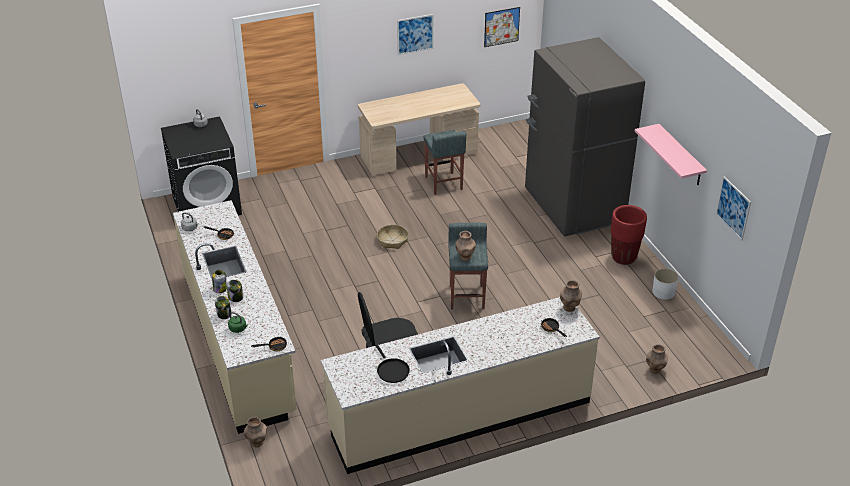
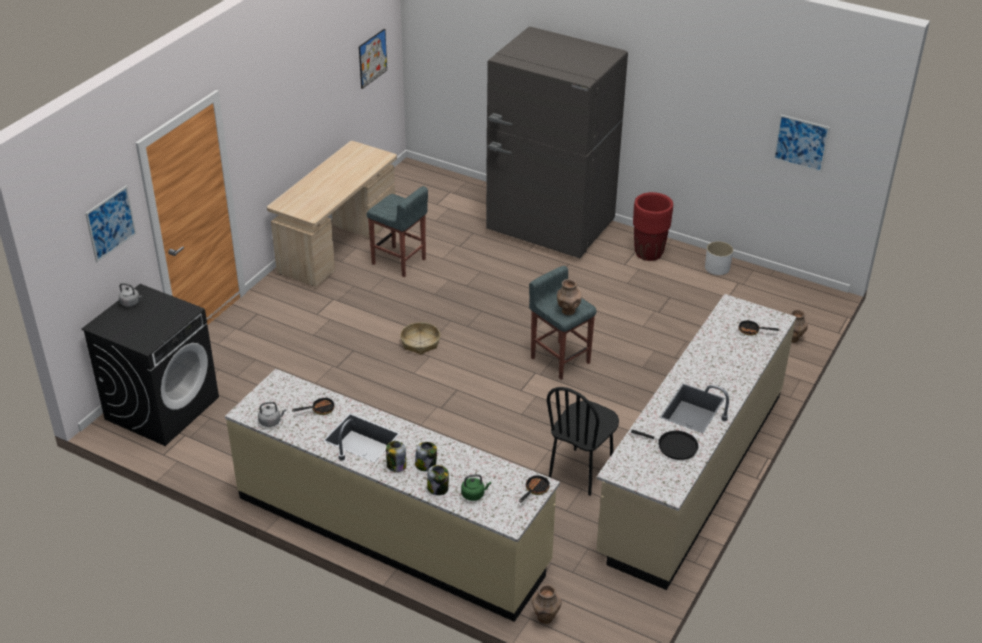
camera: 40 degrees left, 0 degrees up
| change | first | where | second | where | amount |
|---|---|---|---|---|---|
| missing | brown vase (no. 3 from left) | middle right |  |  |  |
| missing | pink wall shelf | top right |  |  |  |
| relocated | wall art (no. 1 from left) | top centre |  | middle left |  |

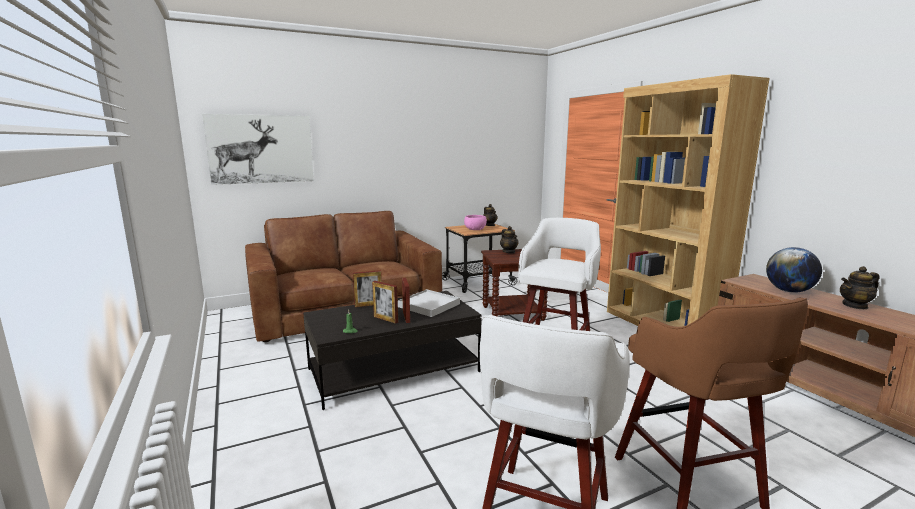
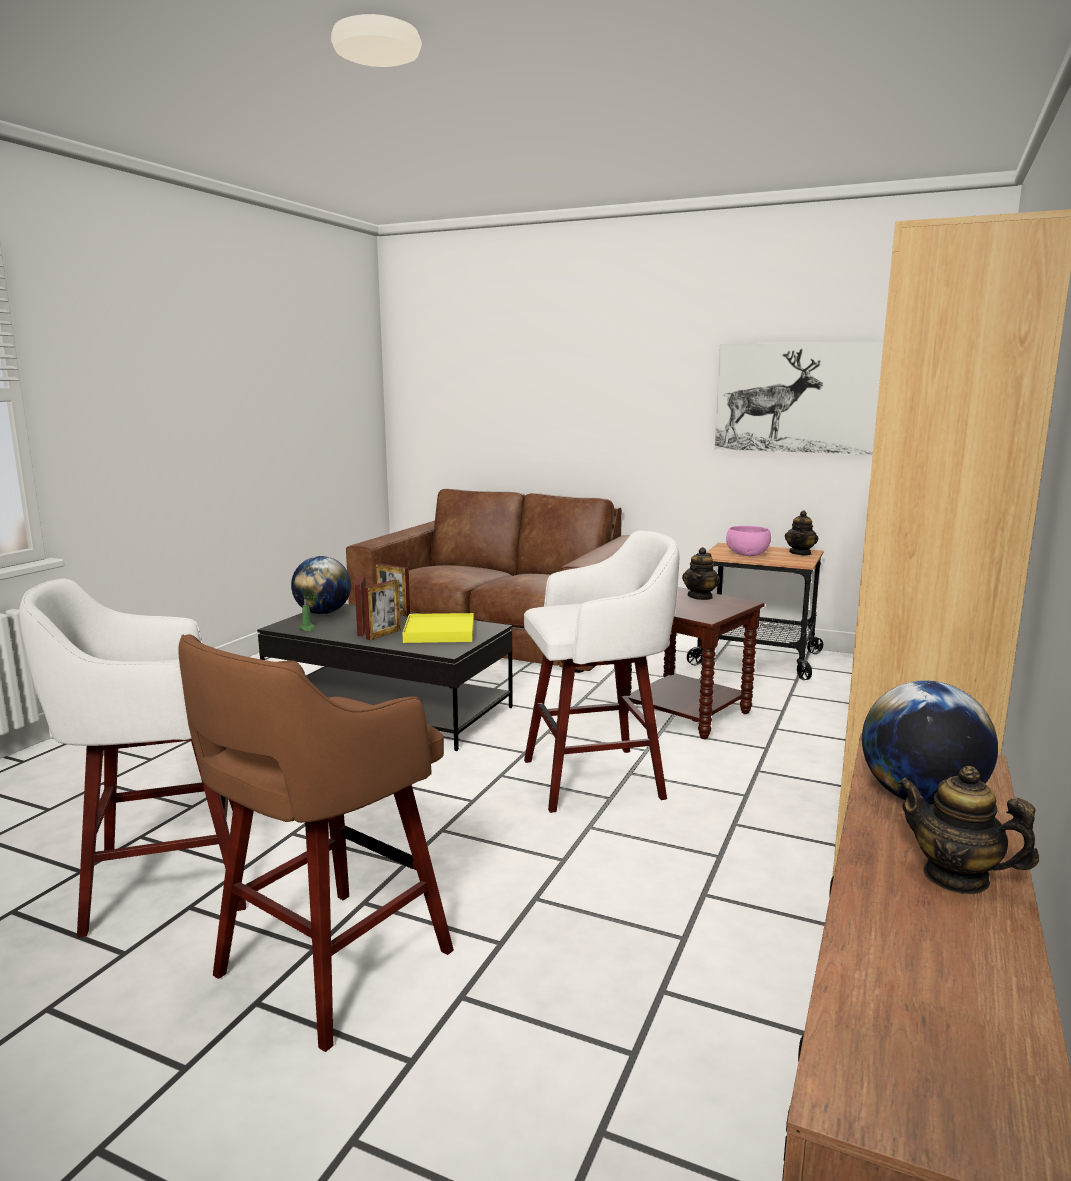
camera: 50 degrees right, 0 degrees up
| change | first | where | second | where | amount |
|---|---|---|---|---|---|
| appeared |  |  | globe (no. 1 from left) | middle left |  |
| relocated | wall art | top left |  | middle right |  |
| colour | white-coloured serving tray | centre | yellowish serving tray | centre |  |

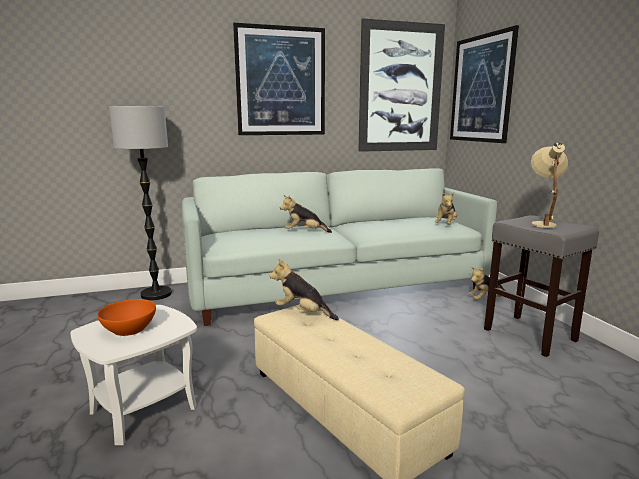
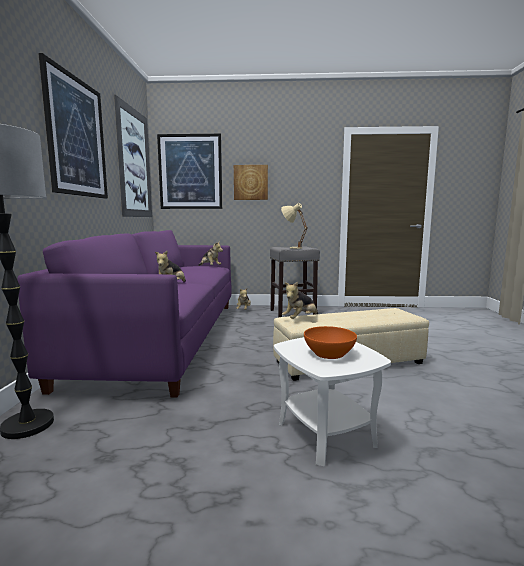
camera: 70 degrees left, 5 degrees down
| change | first | where | second | where | amount |
|---|---|---|---|---|---|
| appeared |  |  | wall art (no. 4 from left) | top centre |  |
| colour | white-coloured couch | centre | purplish couch | middle left |  |

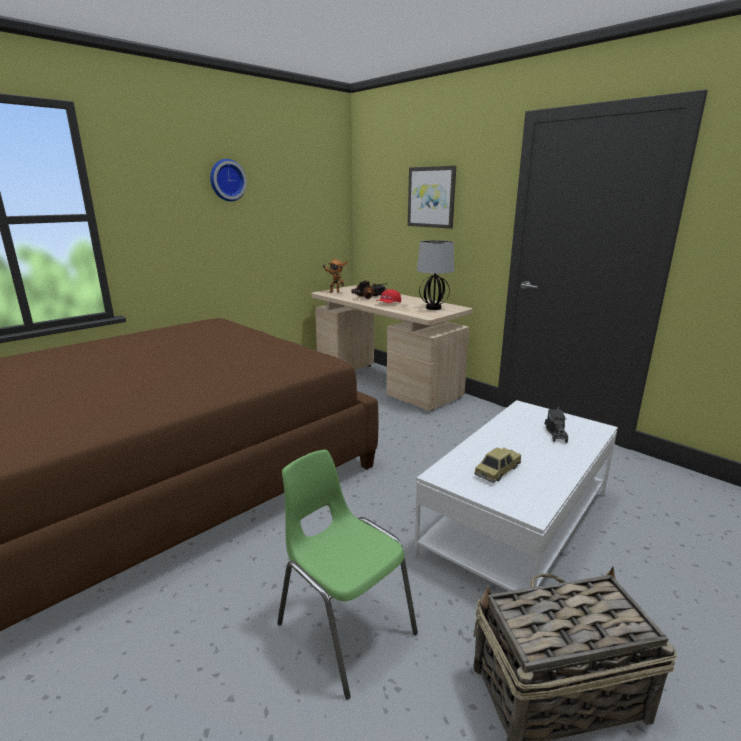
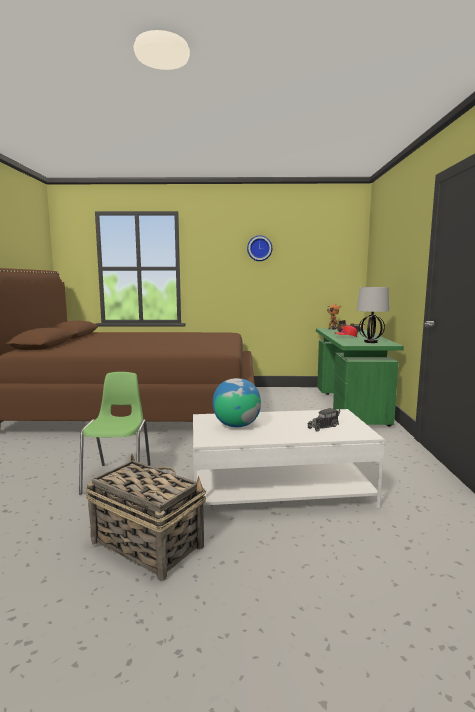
camera: 45 degrees right, 10 degrees down
| change | first | where | second | where | amount |
|---|---|---|---|---|---|
| missing | wall art | top centre |  |  |  |
| exchanged | miniature car | middle right | globe | centre |  |
| colour | sand-coloured desk table | centre | green desk table | middle right |  |

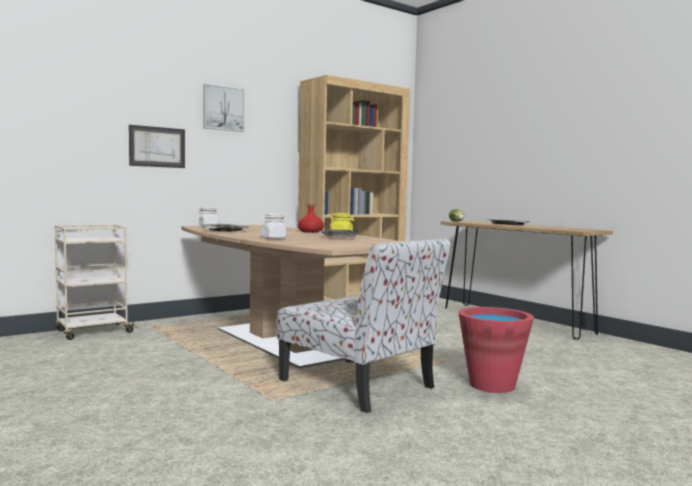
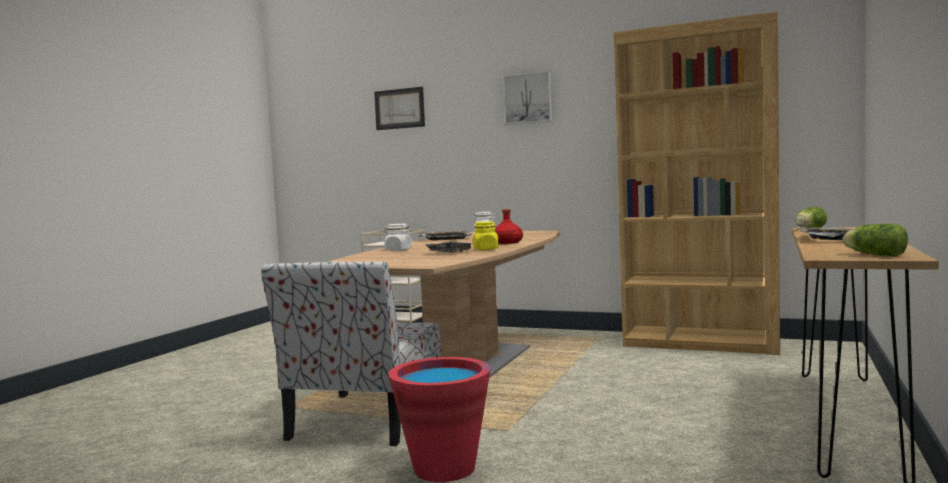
camera: 60 degrees right, 0 degrees up
| change | first | where | second | where | amount |
|---|---|---|---|---|---|
| appeared |  |  | head of lettuce (no. 2 from left) | middle right |  |
| relocated | wall art (no. 1 from left) | top left |  | top centre |  |

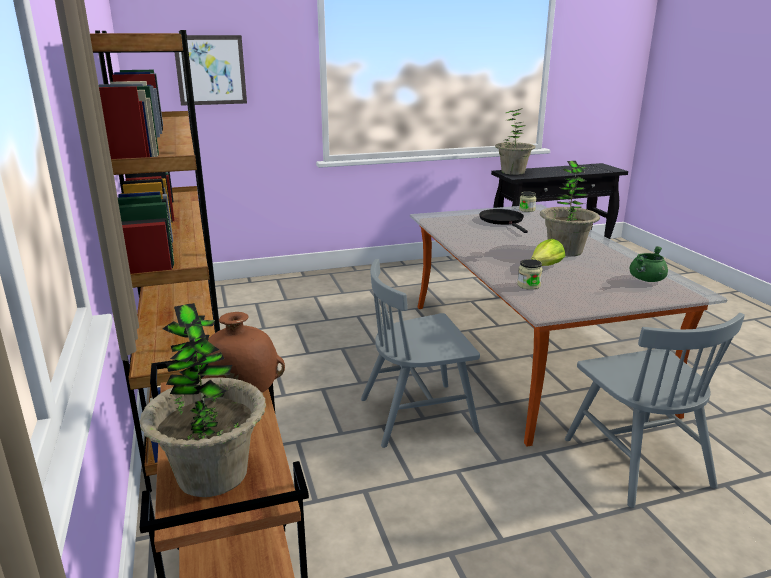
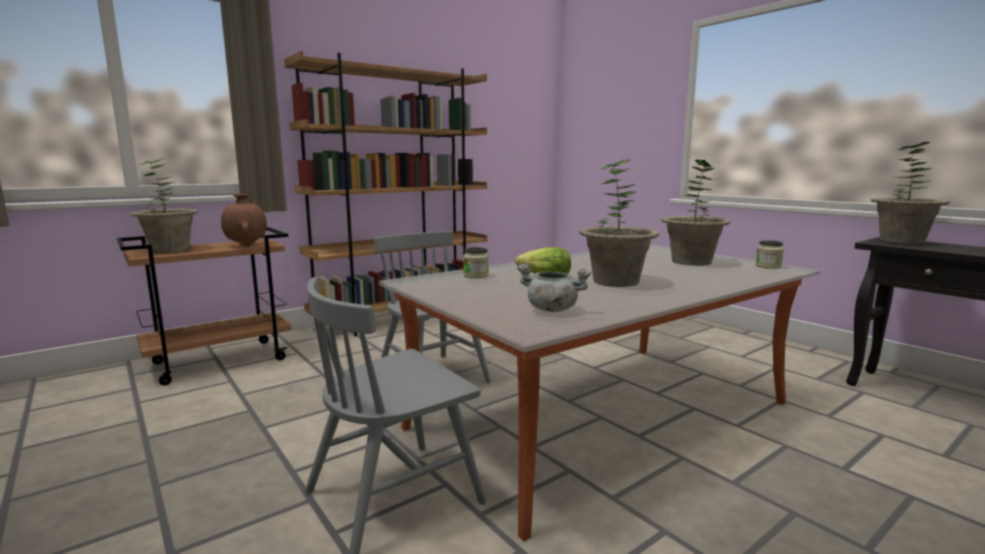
camera: 70 degrees right, 10 degrees down
| change | first | where | second | where | amount |
|---|---|---|---|---|---|
| missing | wall art | top left |  |  |  |
| exchanged | blackish frying pan | centre | houseplant (no. 3 from left) | middle right |  |
| colour | green stockpot | middle right | greyish stockpot | centre |  |

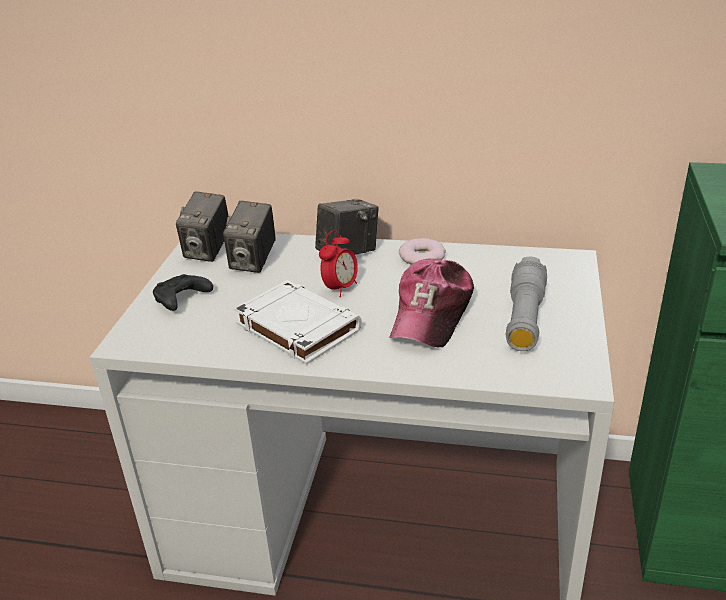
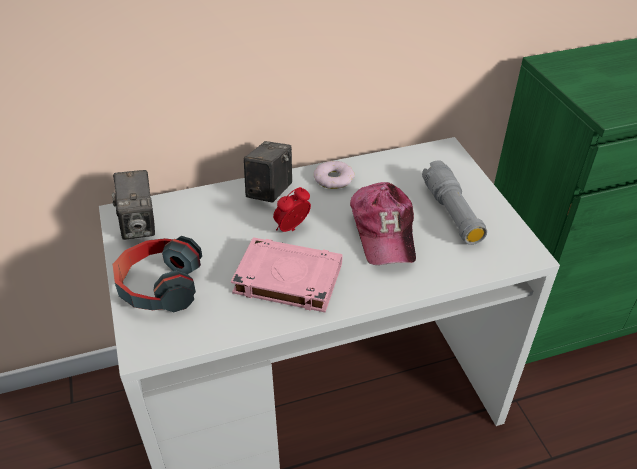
camera: 30 degrees left, 10 degrees up
| change | first | where | second | where | amount |
|---|---|---|---|---|---|
| missing | photo camera (no. 2 from left) | centre |  |  |  |
| exchanged | blackish game controller | middle left | pair of headphones | middle left |  |
| colour | white-coloured book | centre | pink book | centre |  |
| spun | alarm clock | centre |  | centre | 135 degrees counterclockwise |

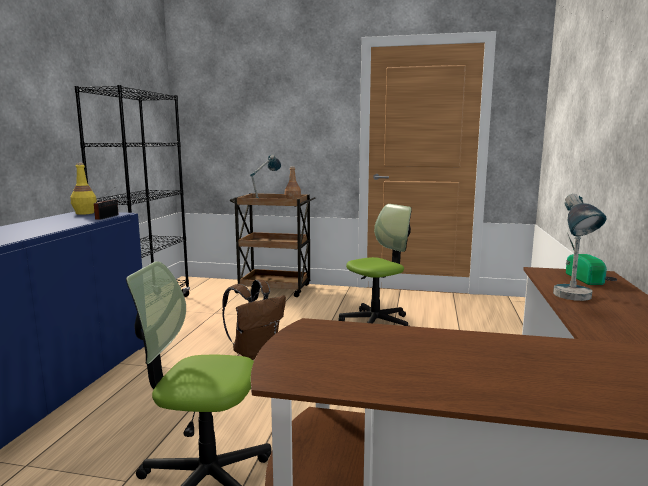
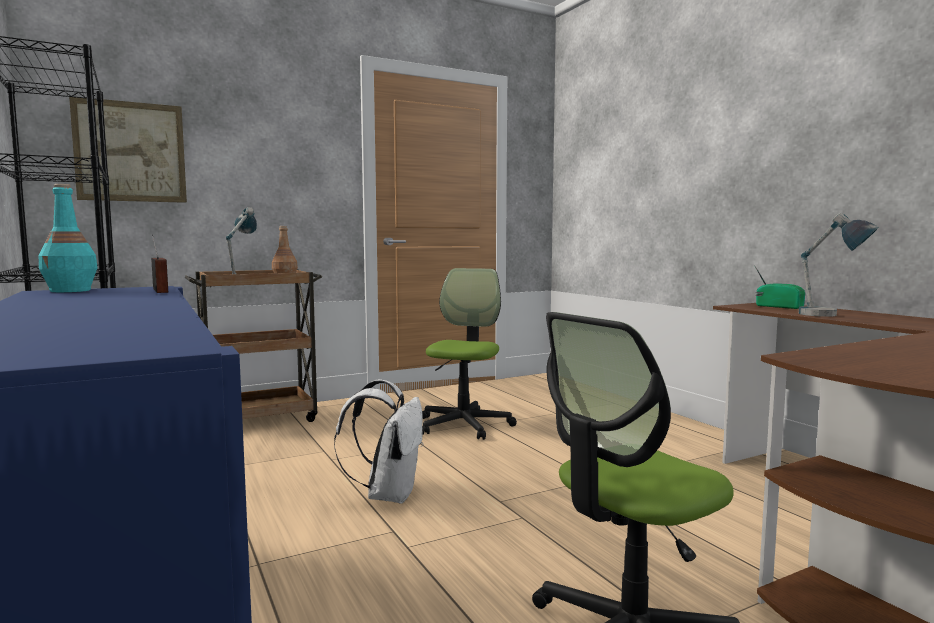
camera: 40 degrees left, 5 degrees down
| change | first | where | second | where | amount |
|---|---|---|---|---|---|
| appeared |  |  | wall art | top left |  |
| colour | yellowish bottle | middle left | turquoise-coloured bottle | middle left |  |
| colour | brown backpack | centre | white-coloured backpack | bottom centre |  |

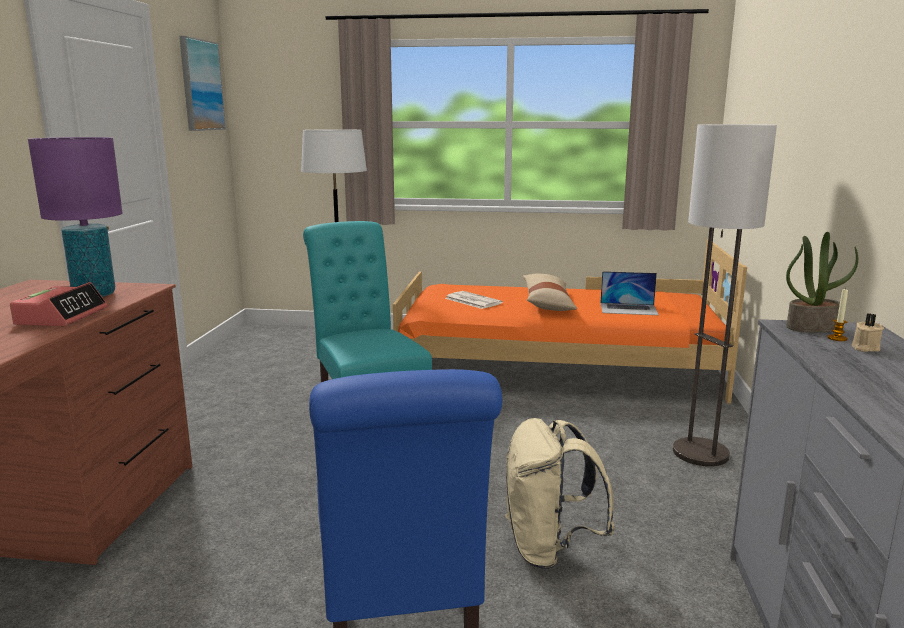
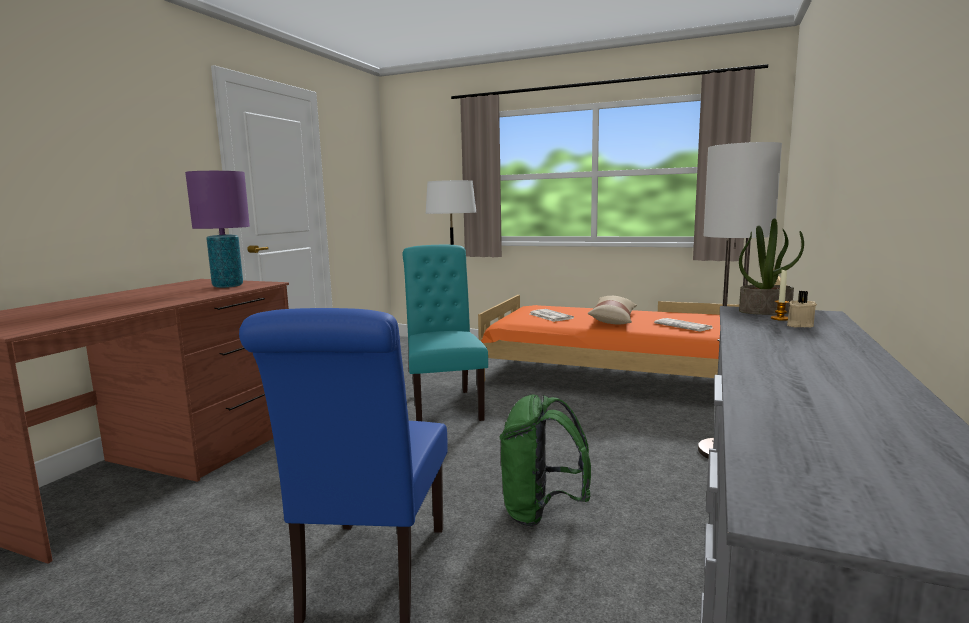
camera: 15 degrees right, 5 degrees down
| change | first | where | second | where | amount |
|---|---|---|---|---|---|
| missing | alarm clock | middle left |  |  |  |
| missing | wall art | top left |  |  |  |
| exchanged | portable computer | middle right | printed paper (no. 2 from left) | middle right |  |
| colour | sand-coloured backpack | bottom centre | green backpack | bottom centre |  |

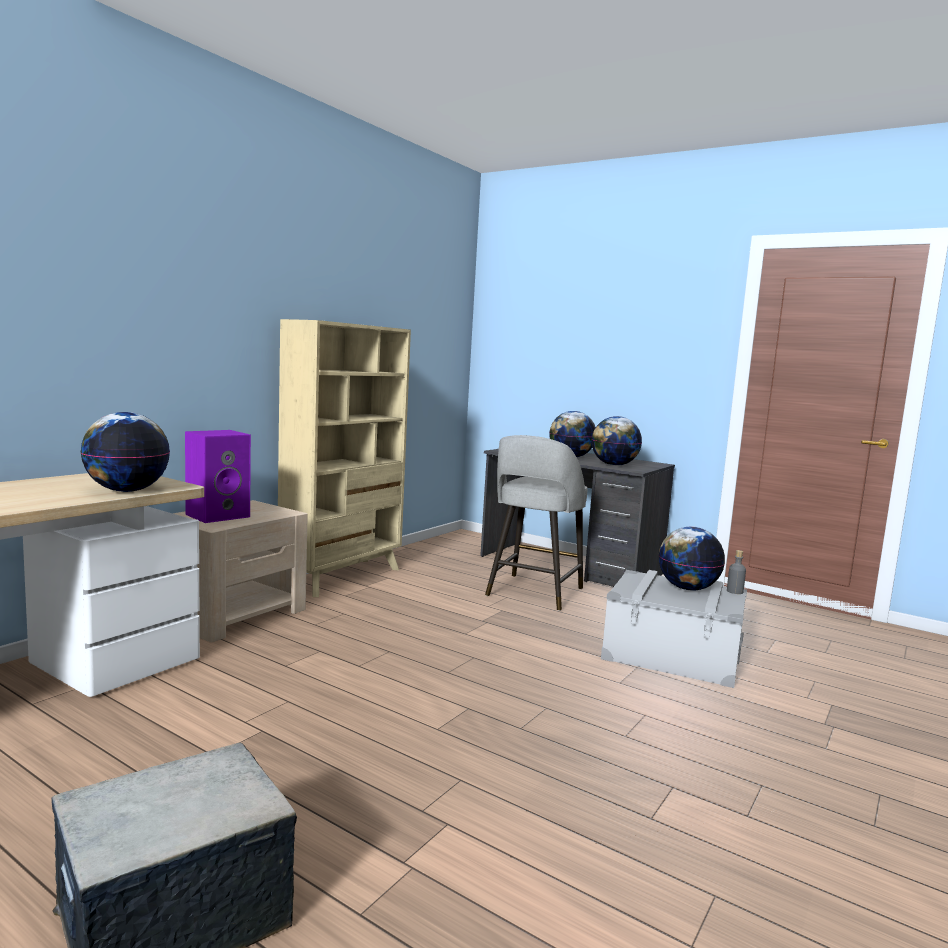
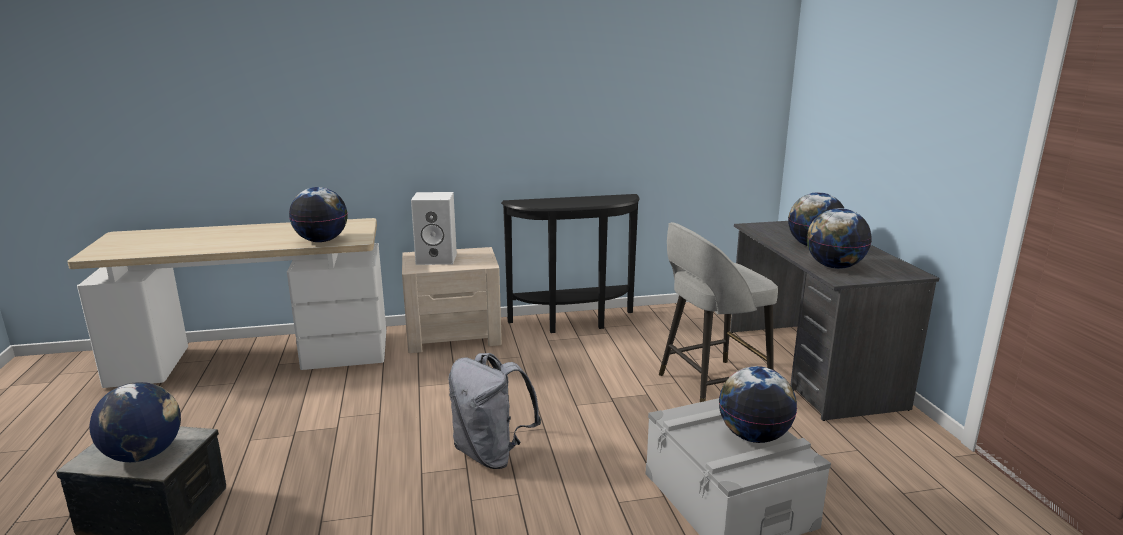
camera: 45 degrees right, 10 degrees up
| change | first | where | second | where | amount |
|---|---|---|---|---|---|
| missing | greyish bottle | middle right |  |  |  |
| appeared |  |  | globe (no. 1 from left) | bottom left |  |
| appeared |  |  | greyish backpack | bottom centre |  |
| exchanged | sand-coloured bookcase | centre | blackish narrow table | centre |  |
| colour | purplish audio speaker | middle left | white-coloured audio speaker | centre |  |

